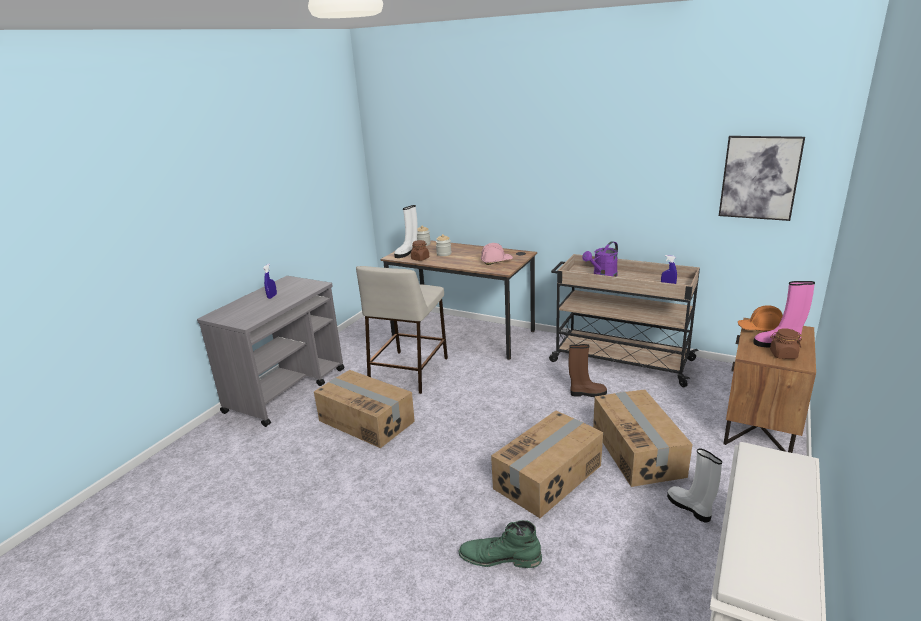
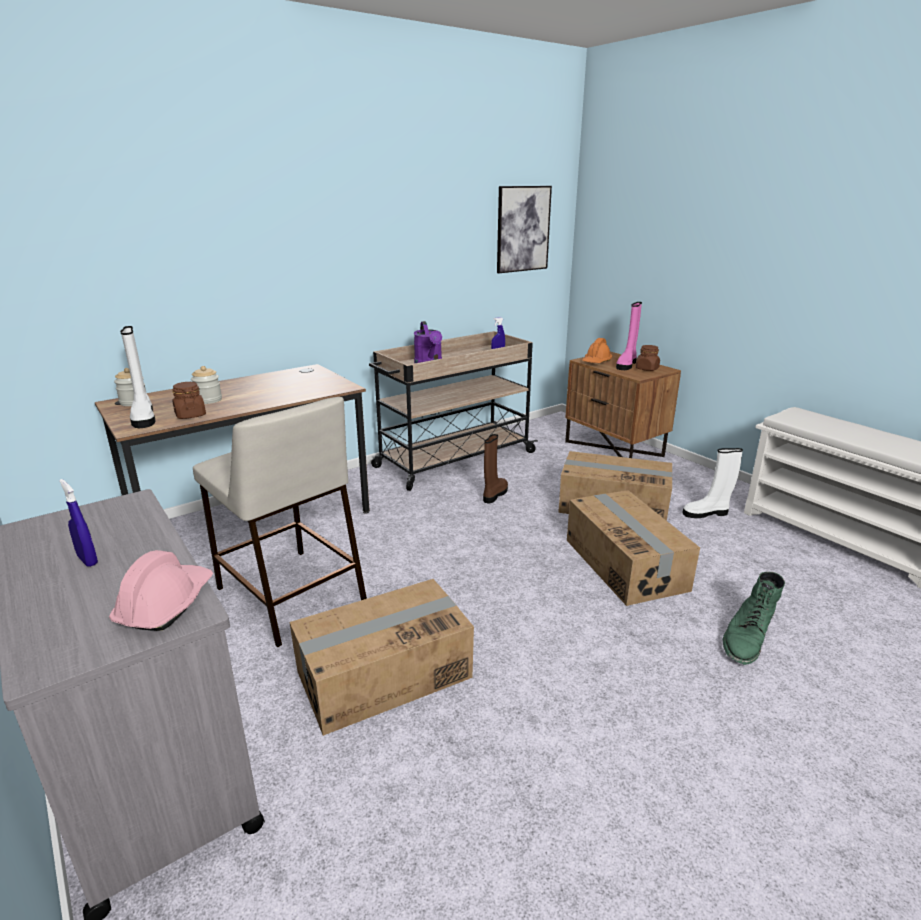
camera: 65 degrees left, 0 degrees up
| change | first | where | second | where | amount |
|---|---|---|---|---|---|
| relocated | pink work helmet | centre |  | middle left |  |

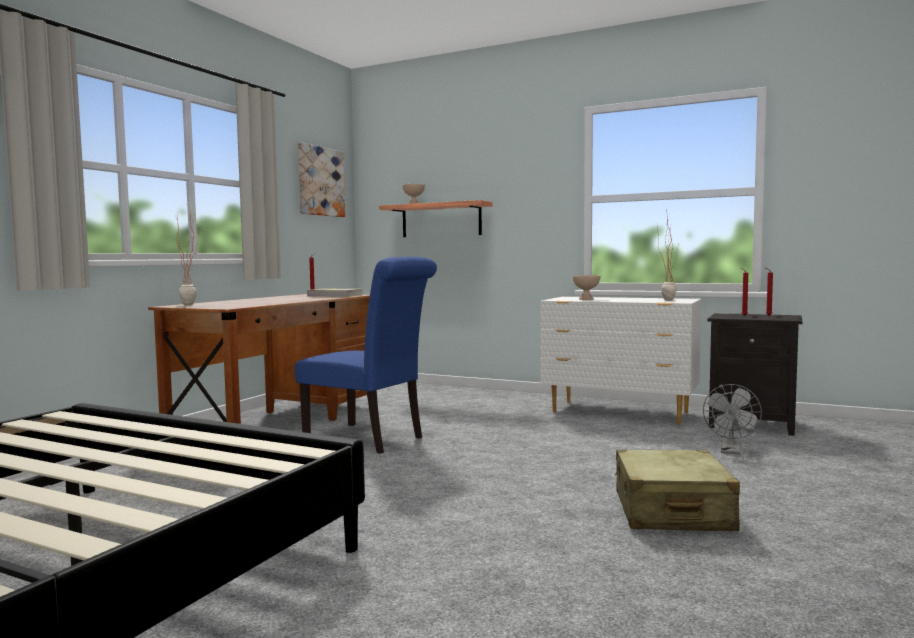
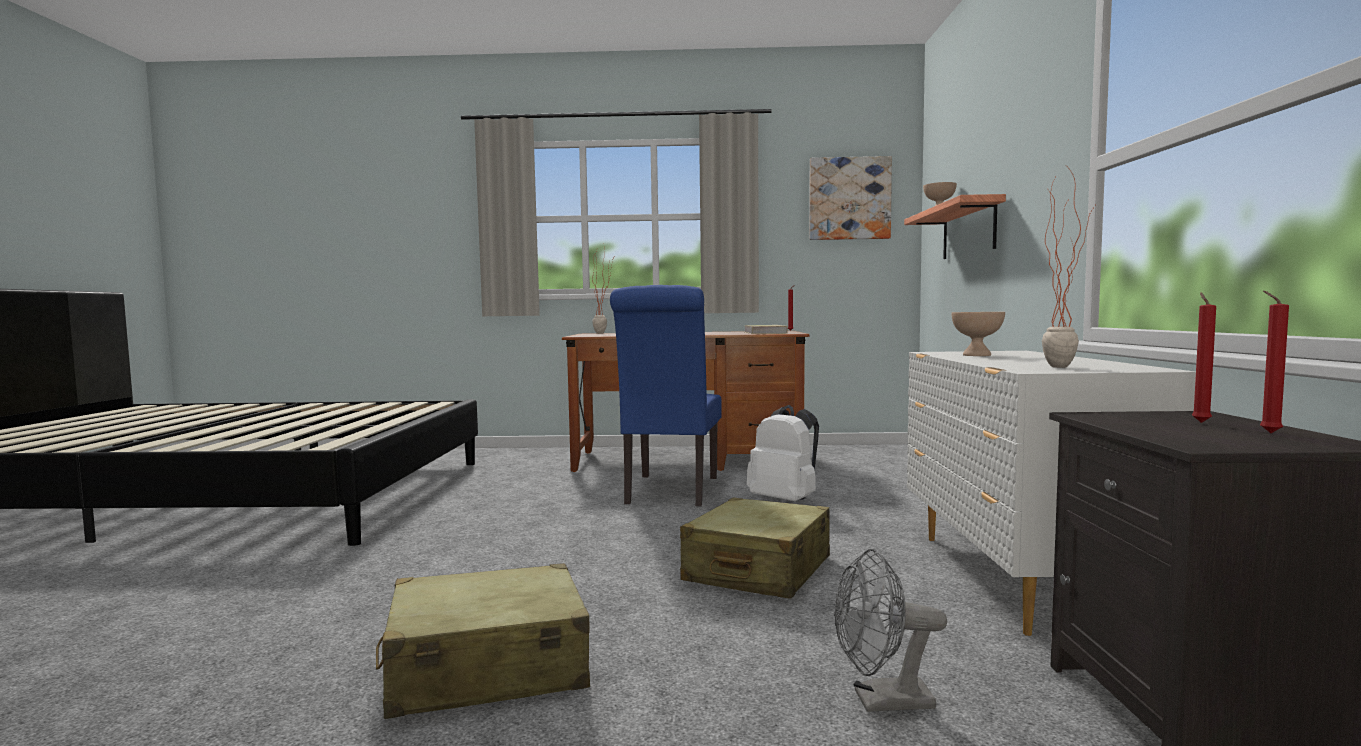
camera: 65 degrees right, 0 degrees up
| change | first | where | second | where | amount |
|---|---|---|---|---|---|
| appeared |  |  | sand-coloured travel case (no. 2 from left) | bottom centre |  |
| appeared |  |  | white-coloured backpack | centre |  |

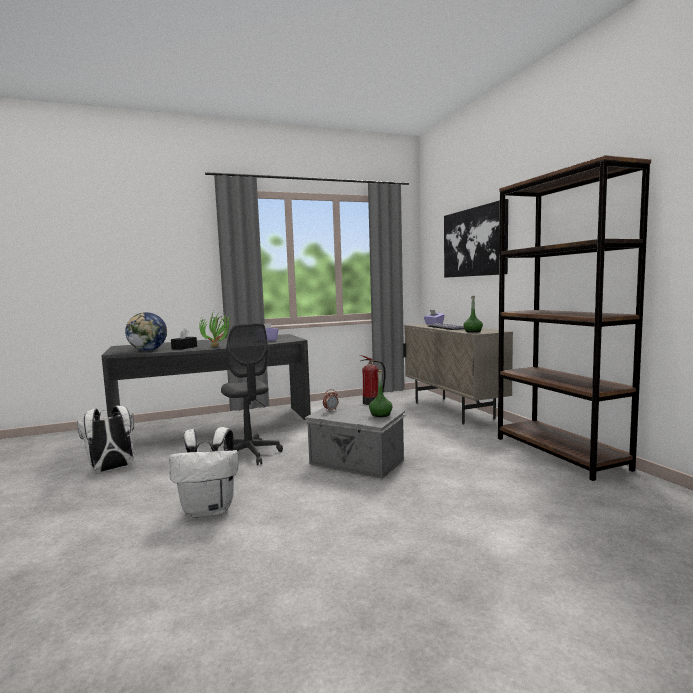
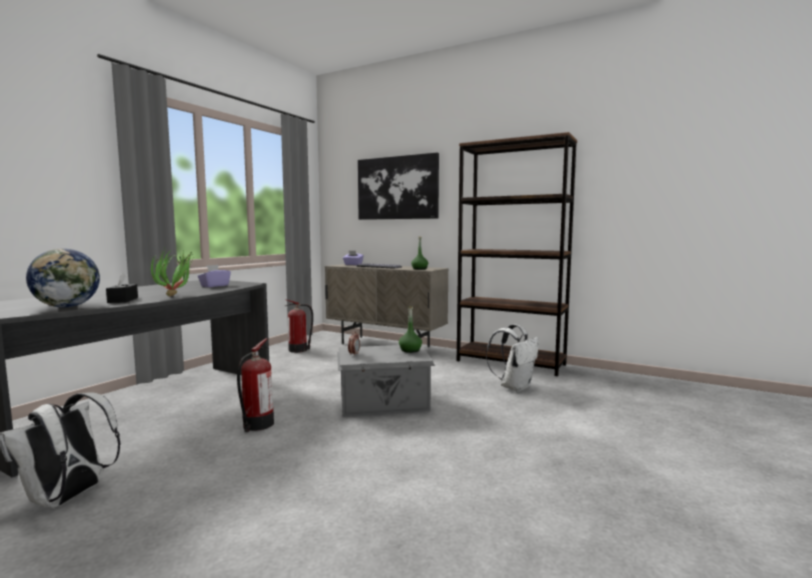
camera: 40 degrees left, 0 degrees up
| change | first | where | second | where | amount |
|---|---|---|---|---|---|
| relocated | white-coloured backpack (no. 2 from left) | bottom left |  | centre |  |
| exchanged | greyish desk chair | centre | fire extinguisher (no. 1 from left) | middle left |  |

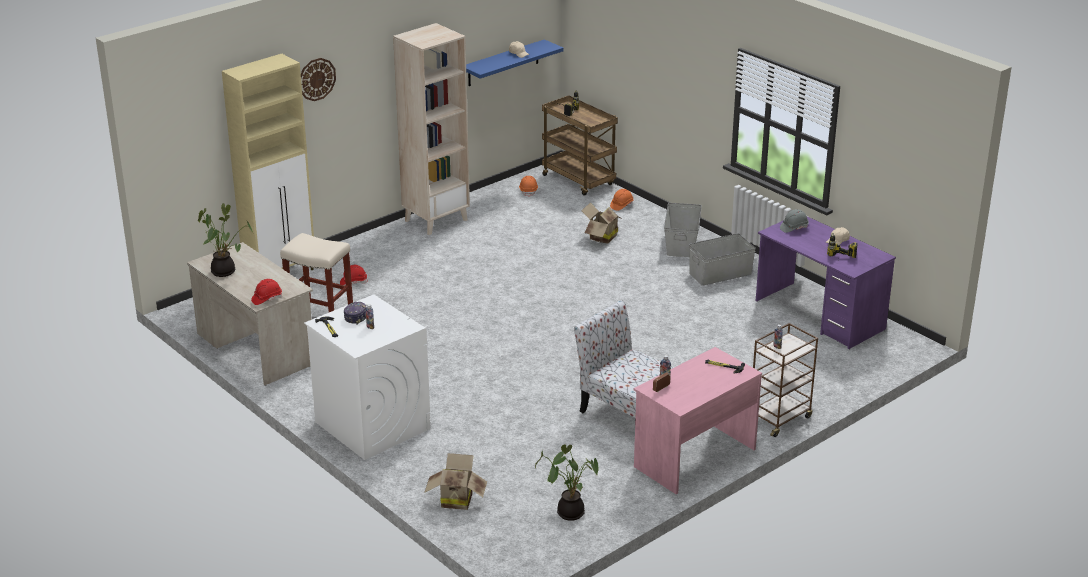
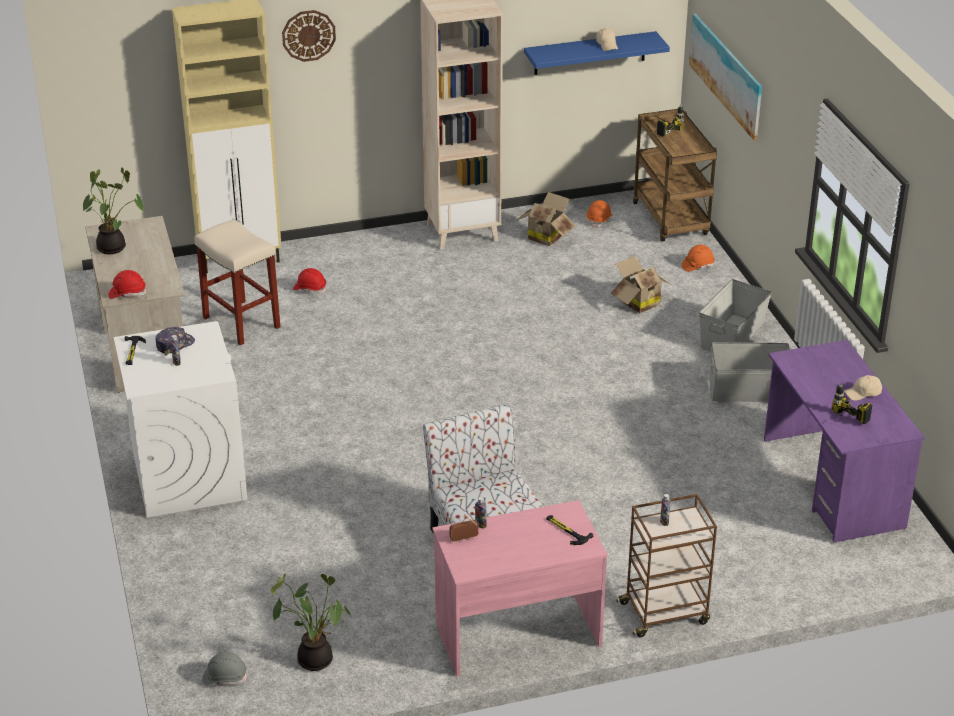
camera: 25 degrees right, 5 degrees up
| change | first | where | second | where | amount |
|---|---|---|---|---|---|
| appeared |  |  | wall art | top right |  |
| relocated | packing box (no. 1 from left) | bottom centre |  | top centre |  |
| relocated | greyish work helmet | middle right |  | bottom left |  |

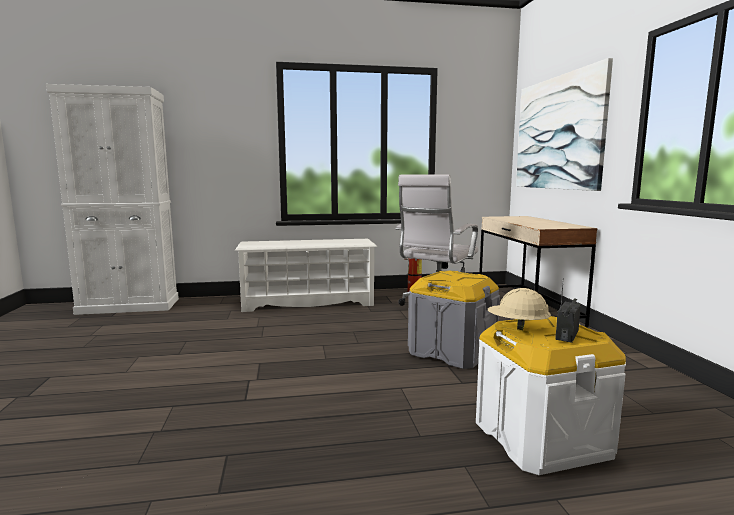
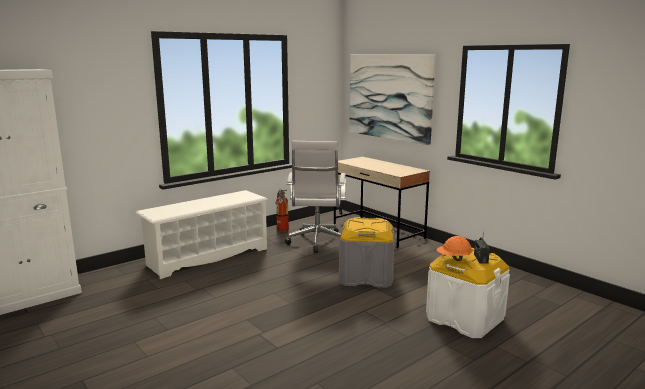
camera: 30 degrees left, 5 degrees up
| change | first | where | second | where | amount |
|---|---|---|---|---|---|
| colour | sand-coloured work helmet | middle right | orange-coloured work helmet | middle right |  |

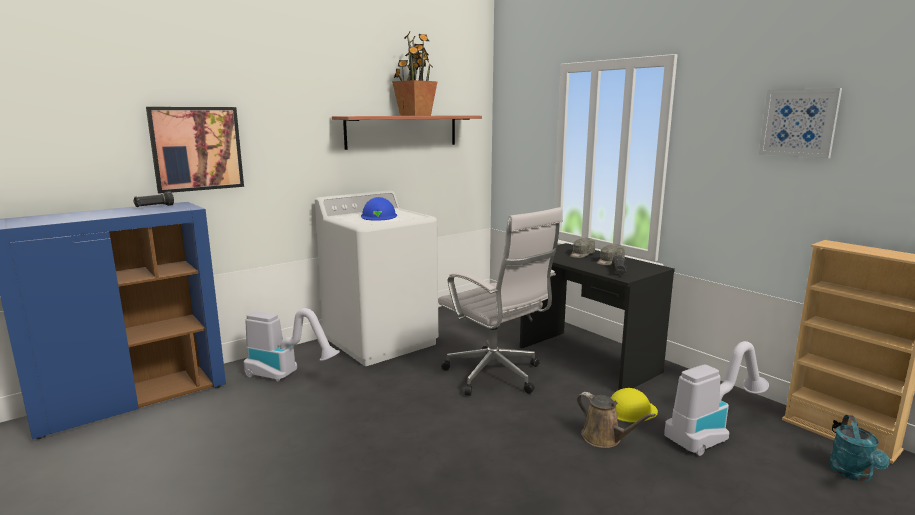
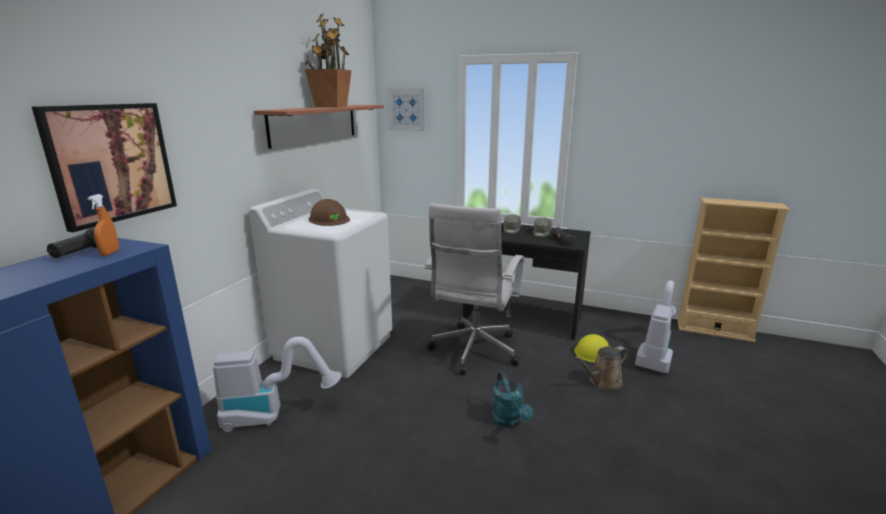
camera: 30 degrees left, 5 degrees up
| change | first | where | second | where | amount |
|---|---|---|---|---|---|
| appeared |  |  | orange-coloured hand sprayer | middle left |  |
| relocated | wall art (no. 2 from left) | top right |  | top centre |  |
| relocated | turquoise-coloured watering can | bottom right |  | bottom centre |  |
| colour | bluish work helmet | centre | brown work helmet | centre |  |
| spun | white-coloured desk chair | centre |  | centre | 90 degrees clockwise |
| spun | brown watering can | bottom right |  | bottom right | 135 degrees clockwise |

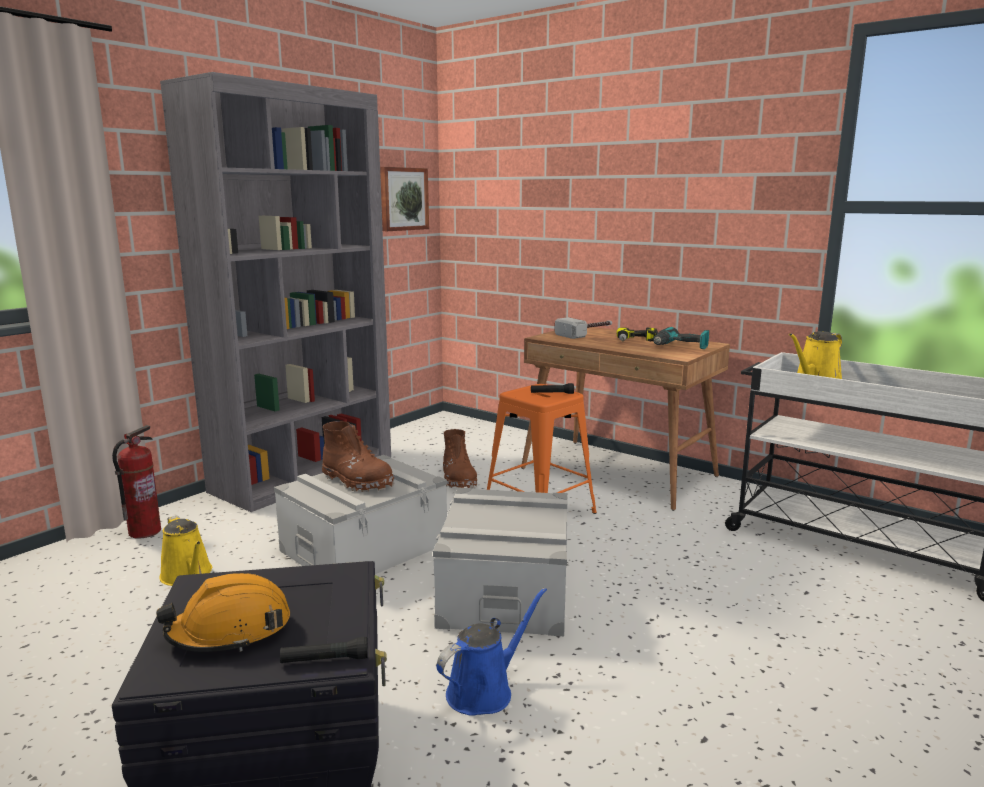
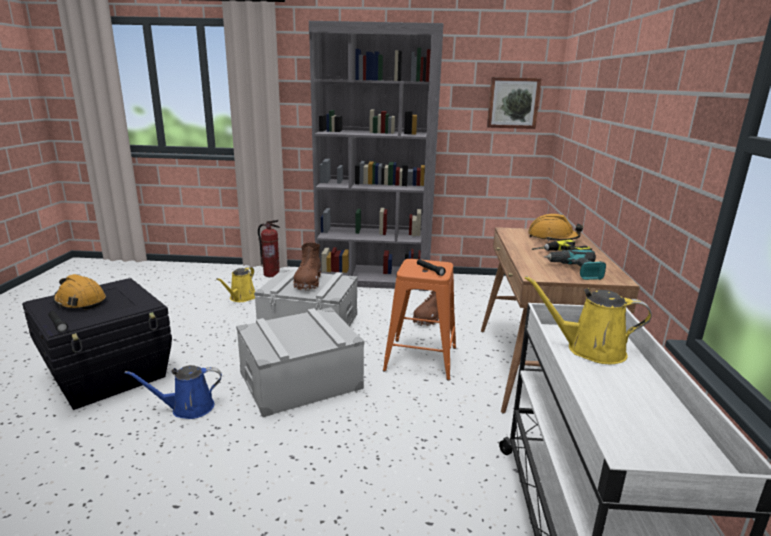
camera: 55 degrees right, 5 degrees up
| change | first | where | second | where | amount |
|---|---|---|---|---|---|
| exchanged | tool hammer | centre | orange-coloured work helmet (no. 2 from left) | middle right |  |
| spun | bluish watering can | bottom centre |  | bottom left | 150 degrees clockwise |

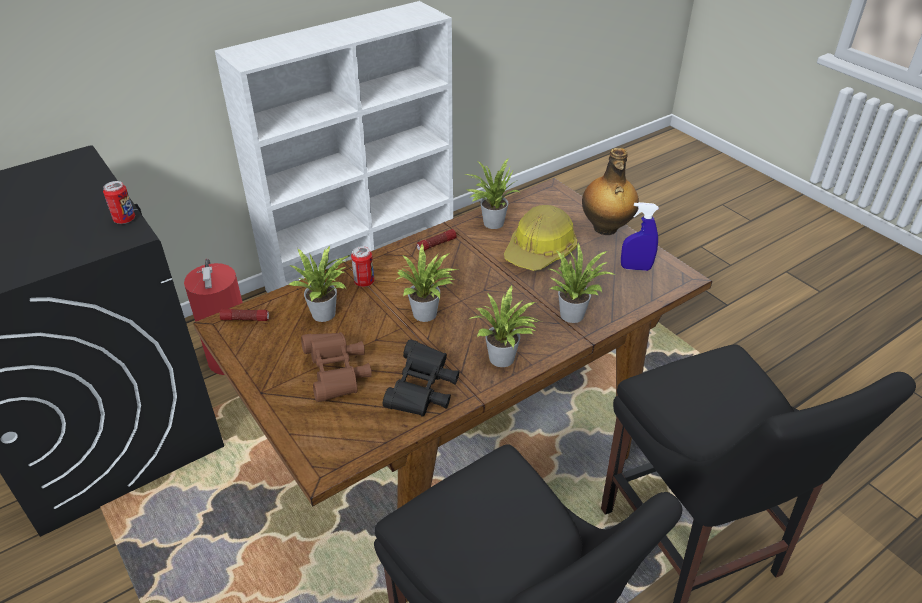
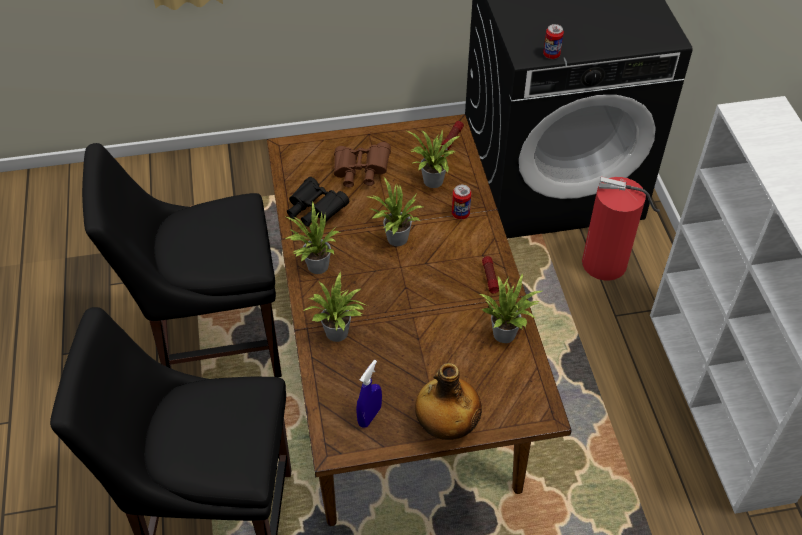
camera: 115 degrees right, 10 degrees up
| change | first | where | second | where | amount |
|---|---|---|---|---|---|
| missing | work helmet | centre |  |  |  |

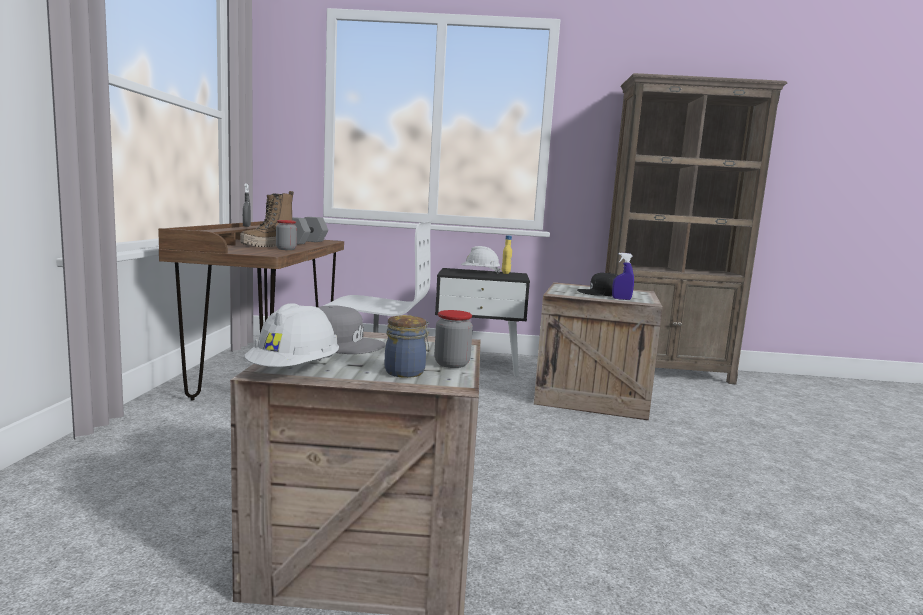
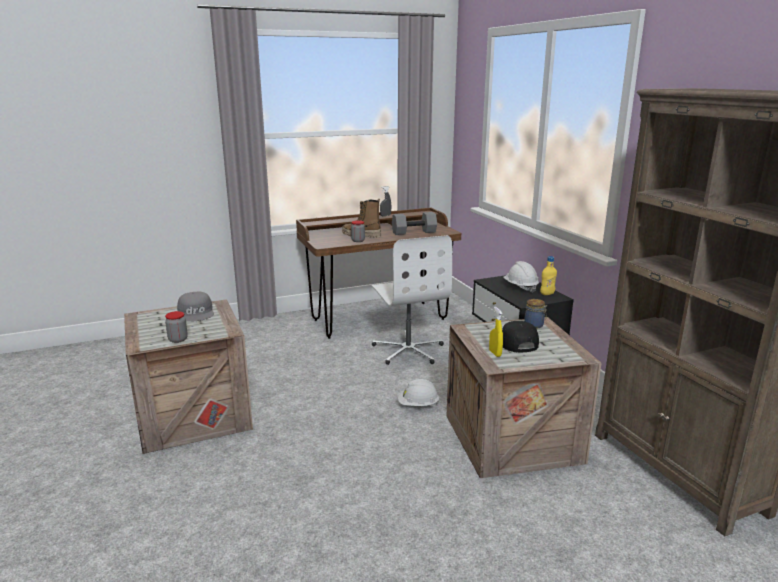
camera: 65 degrees right, 10 degrees up
| change | first | where | second | where | amount |
|---|---|---|---|---|---|
| relocated | white-coloured work helmet (no. 1 from left) | middle left |  | bottom centre |  |
| relocated | storage jar (no. 2 from left in the first image) | centre | storage jar (no. 3 from left) | middle right |  |
| colour | bluish hand sprayer | middle right | yellowish hand sprayer | centre |  |

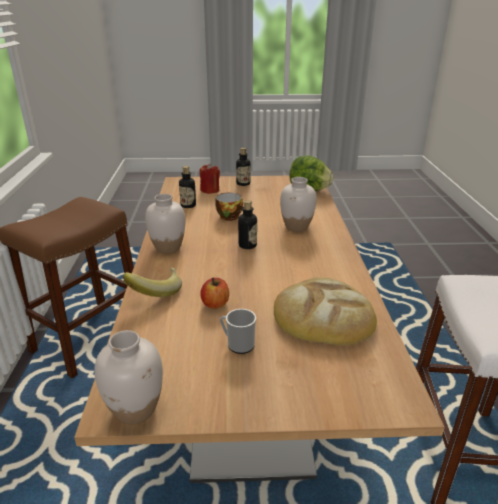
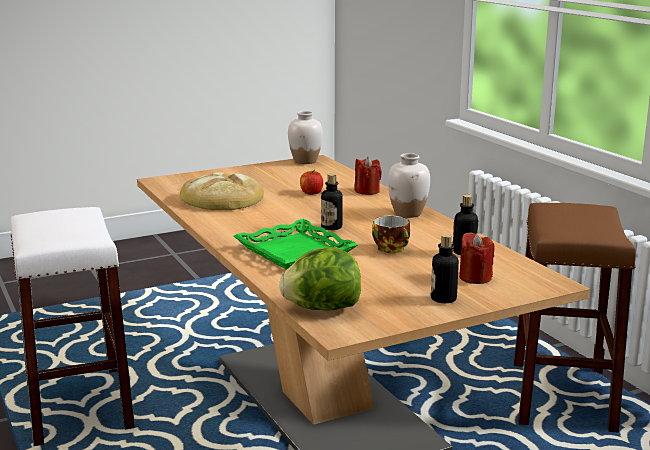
camera: 155 degrees right, 10 degrees down
| change | first | where | second | where | amount |
|---|---|---|---|---|---|
| missing | coffee mug | centre |  |  |  |
| exchanged | banana | middle left | red candle (no. 1 from left) | centre |  |
| exchanged | white-coloured vase (no. 3 from left) | centre | green serving tray | centre |  |

